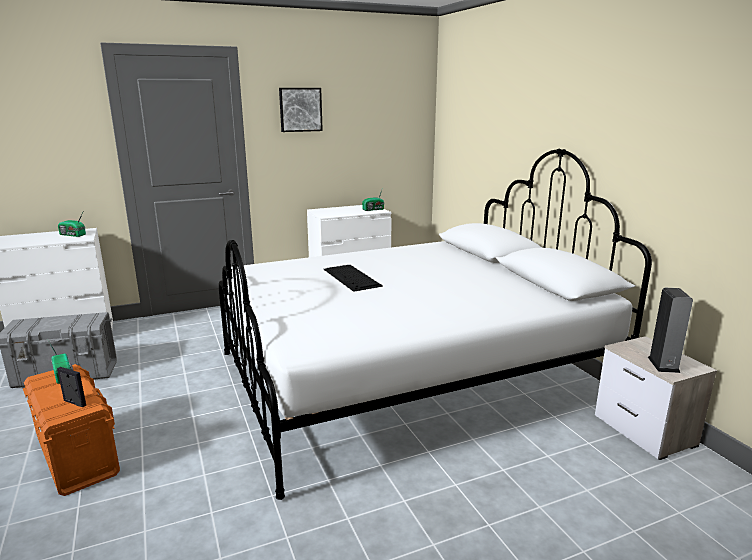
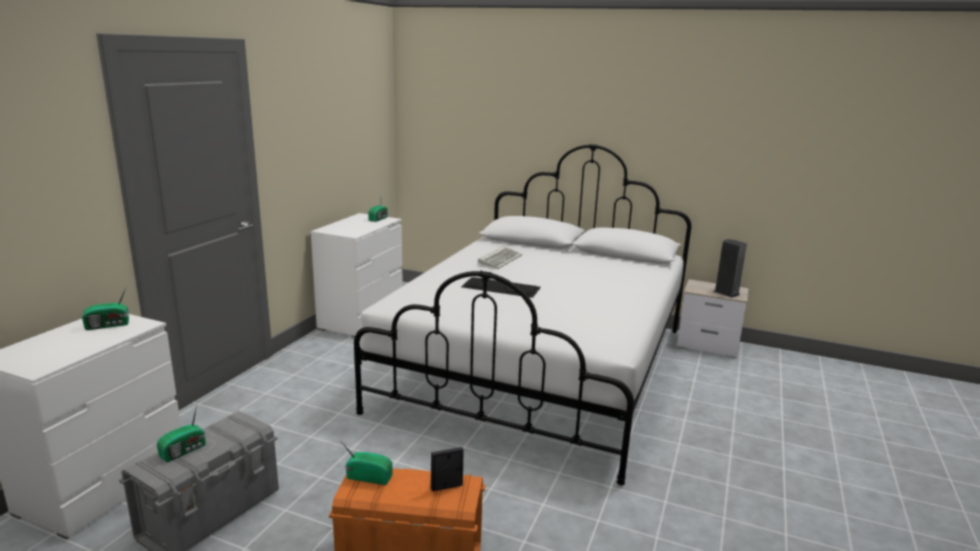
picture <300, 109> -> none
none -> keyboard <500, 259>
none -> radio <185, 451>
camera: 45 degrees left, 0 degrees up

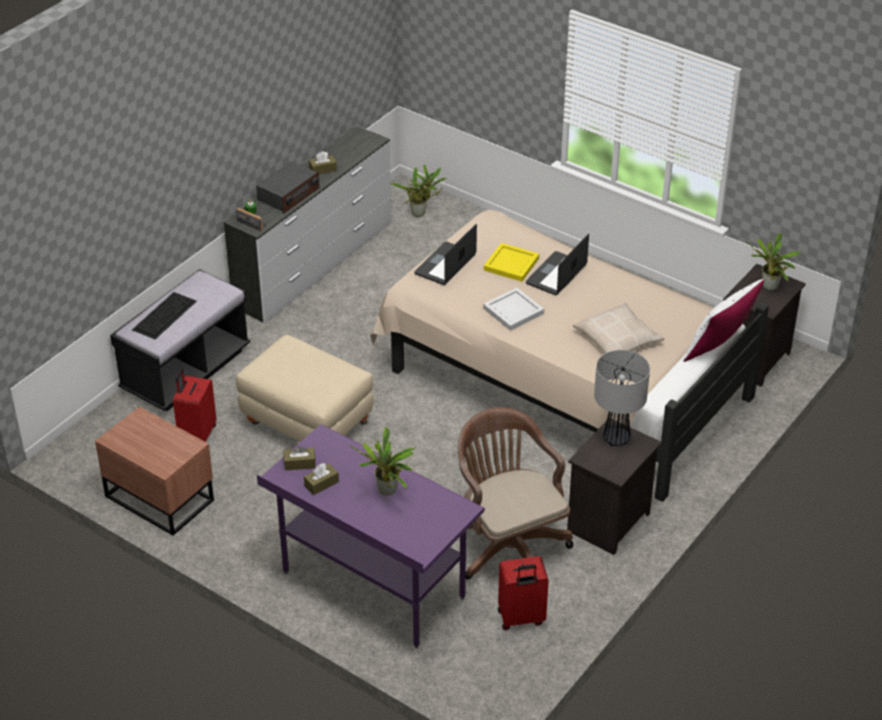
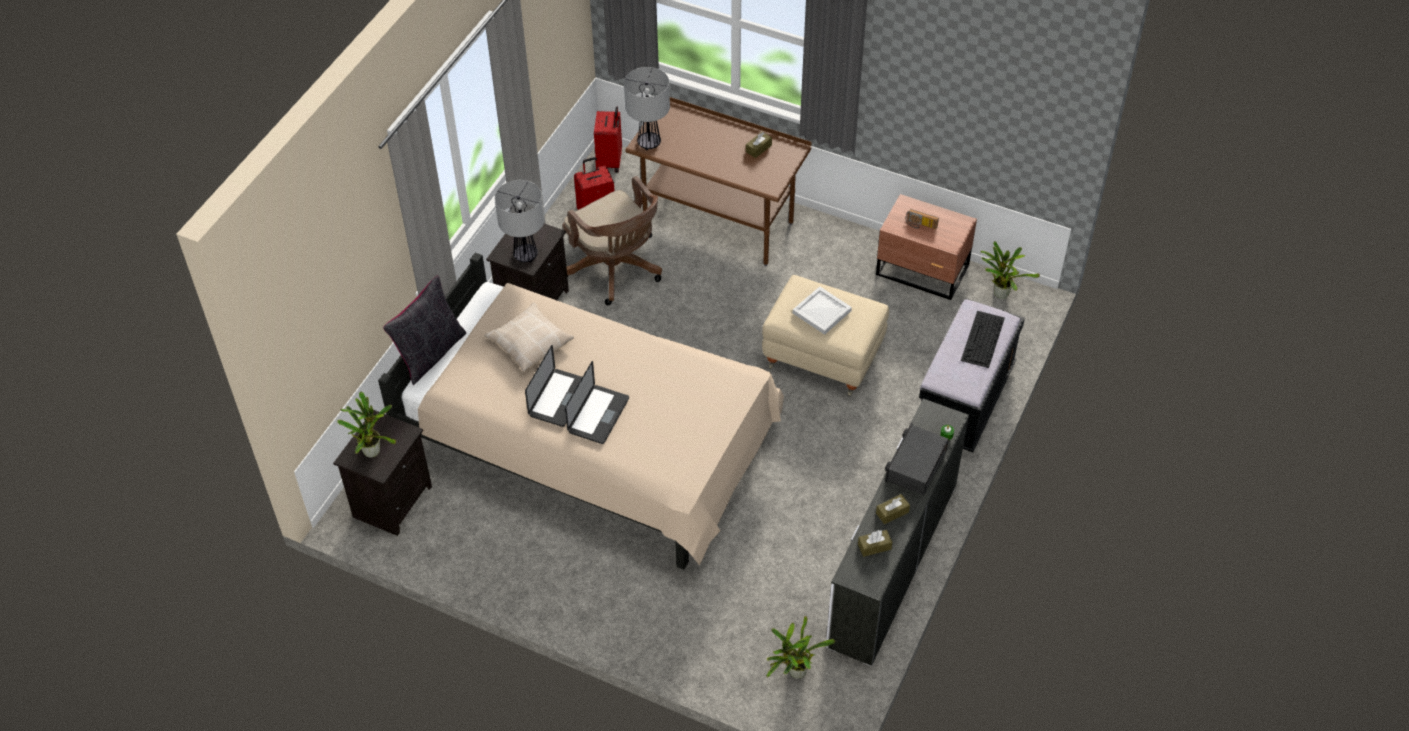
radio <252, 223> -> radio <920, 225>, shifted
portable computer <445, 265> -> portable computer <559, 398>, shifted
tray in yellow <512, 264> -> none
throw pillow in white <719, 348> -> throw pillow in black-coloured <430, 353>
tray in white <514, 311> -> tray in white <821, 312>, shifted
suitcase in red-coloured <197, 435> -> suitcase in red-coloured <610, 162>, shifted
desk in purplish <373, 586> -> desk in brown-coloured <718, 224>
plant in a pot <387, 492> -> plant in a pot <1000, 292>, shifted
box of tissues in brown-coloured <299, 463> -> box of tissues in brown-coloured <874, 546>, shifted
none -> lamp for a table <649, 143>
camera: 170 degrees right, 10 degrees up

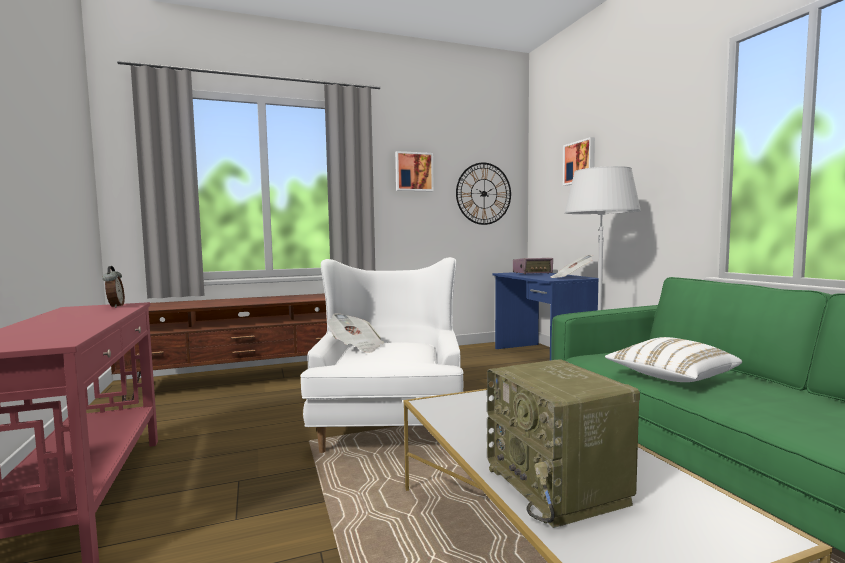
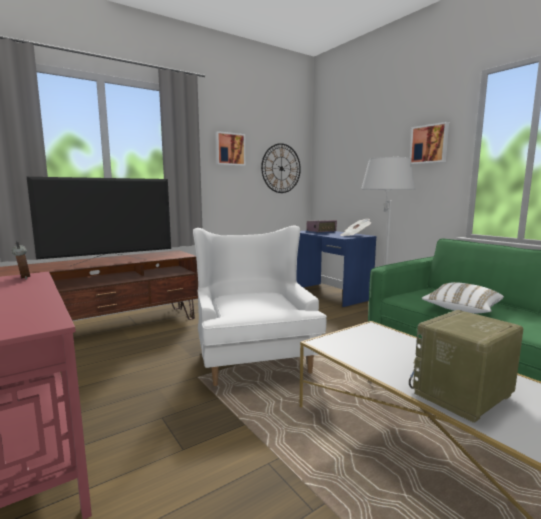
picture <580, 162> -> picture <429, 144>, shifted
newspaper <356, 347> -> none
radio <559, 486> -> radio <462, 396>, 90 degrees clockwise
none -> TV set <110, 263>
camera: 15 degrees left, 5 degrees up

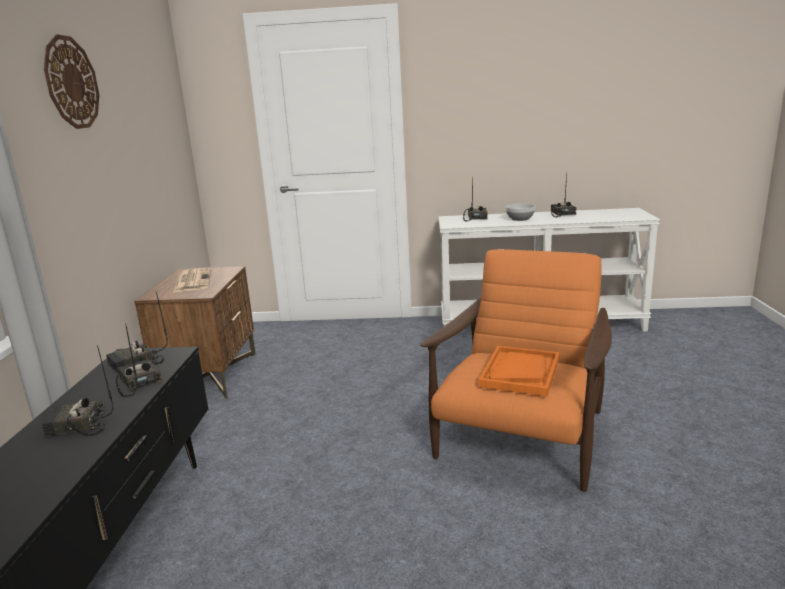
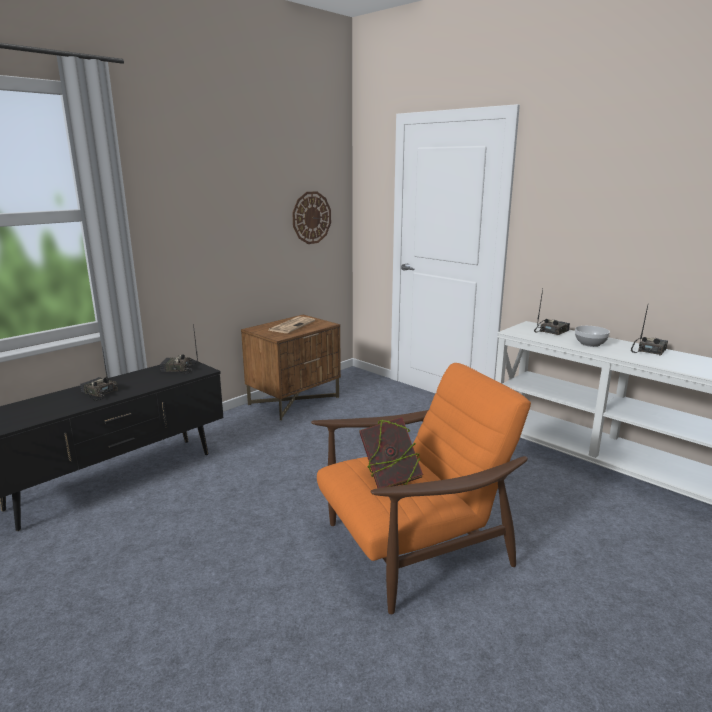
clock on the wall <71, 83> -> clock on the wall <311, 217>, shifted
radio <137, 383> -> none
tray in orange-coloured <520, 372> -> volume <390, 480>
camera: 40 degrees right, 0 degrees up

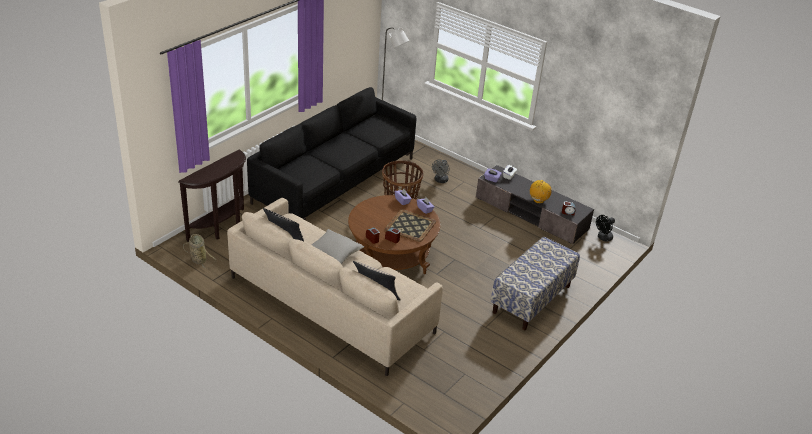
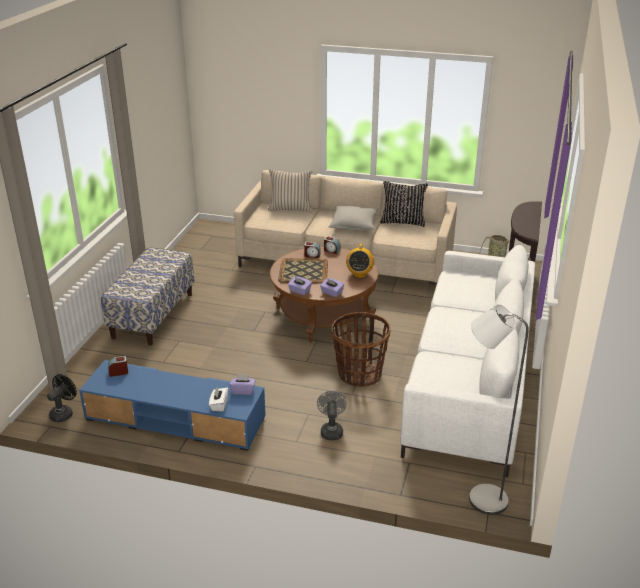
couch in black-coloured <335, 180> -> couch in white <469, 381>
tv stand in greyish <531, 214> -> tv stand in blue-coloured <175, 418>
radio <538, 200> -> radio <359, 274>, shifted
camera: 160 degrees right, 5 degrees down

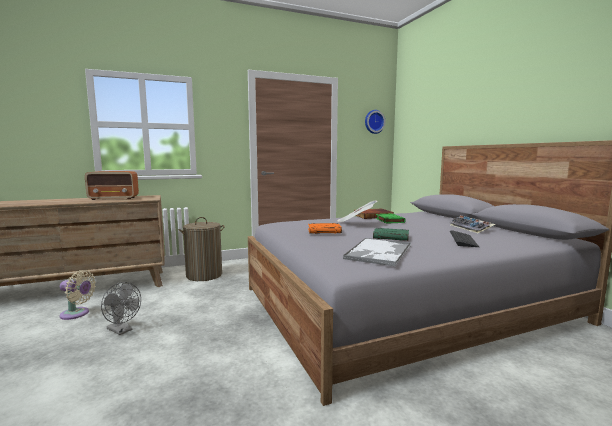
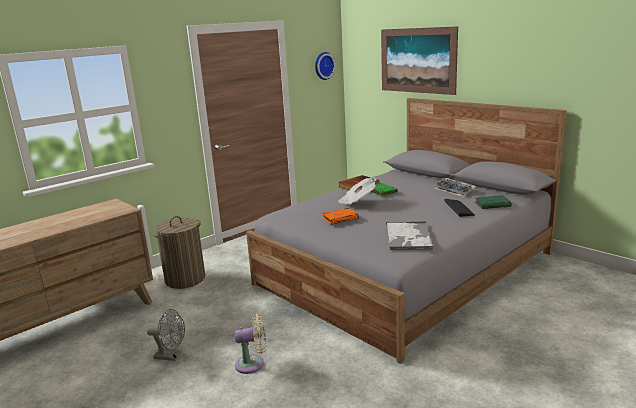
radio <114, 198> -> none
volume in green-coloured <391, 237> -> volume in green-coloured <492, 204>, shifted
electric fan in sand-coloured <77, 314> -> electric fan in sand-coloured <253, 364>, shifted
none -> picture <417, 60>
camera: 20 degrees left, 10 degrees up

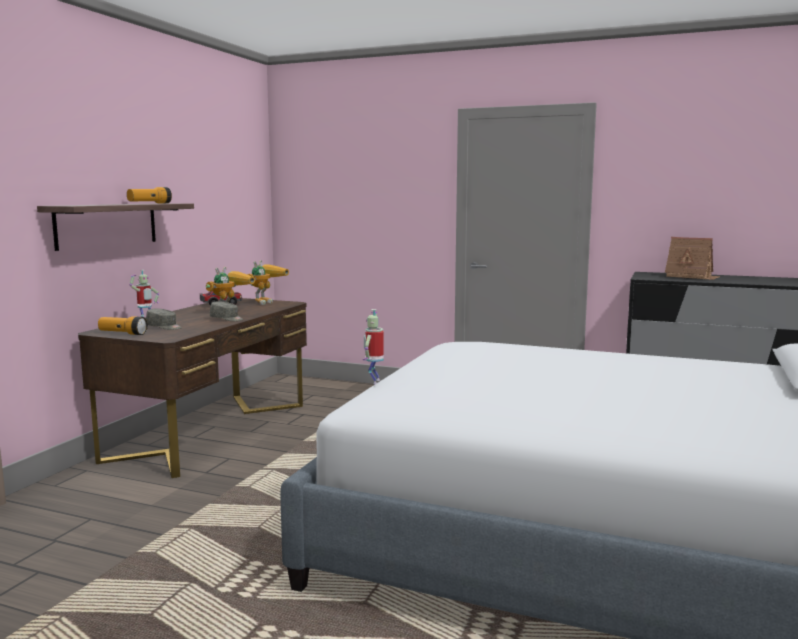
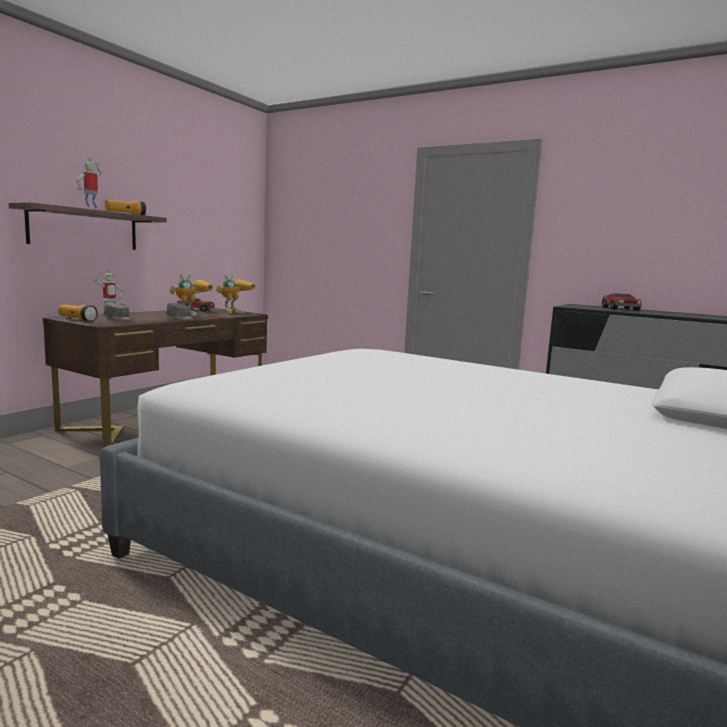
toy house <691, 276> -> model car <620, 309>
toy robot <374, 381> -> toy robot <91, 209>, shifted
camera: 10 degrees right, 0 degrees up

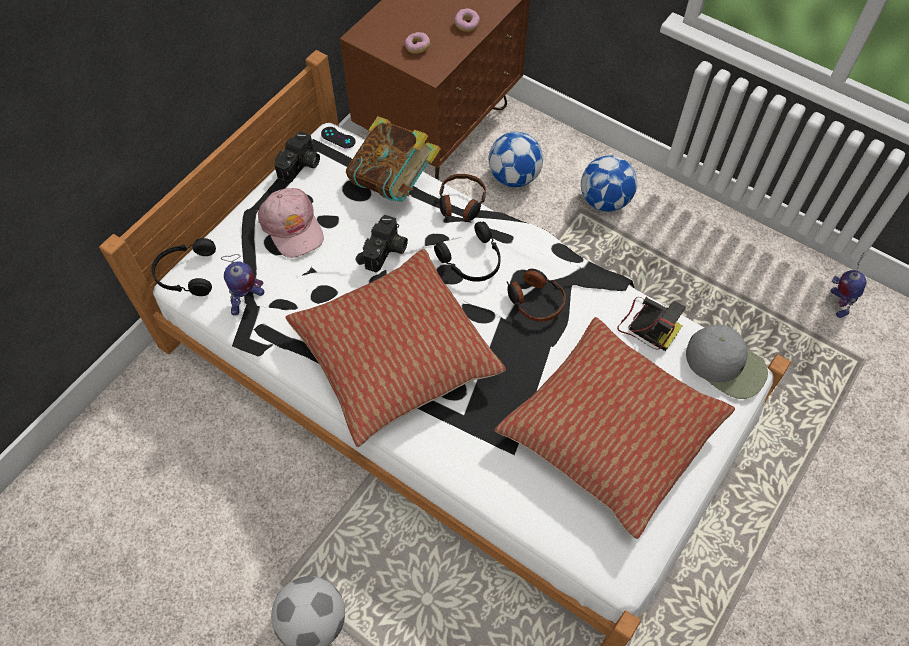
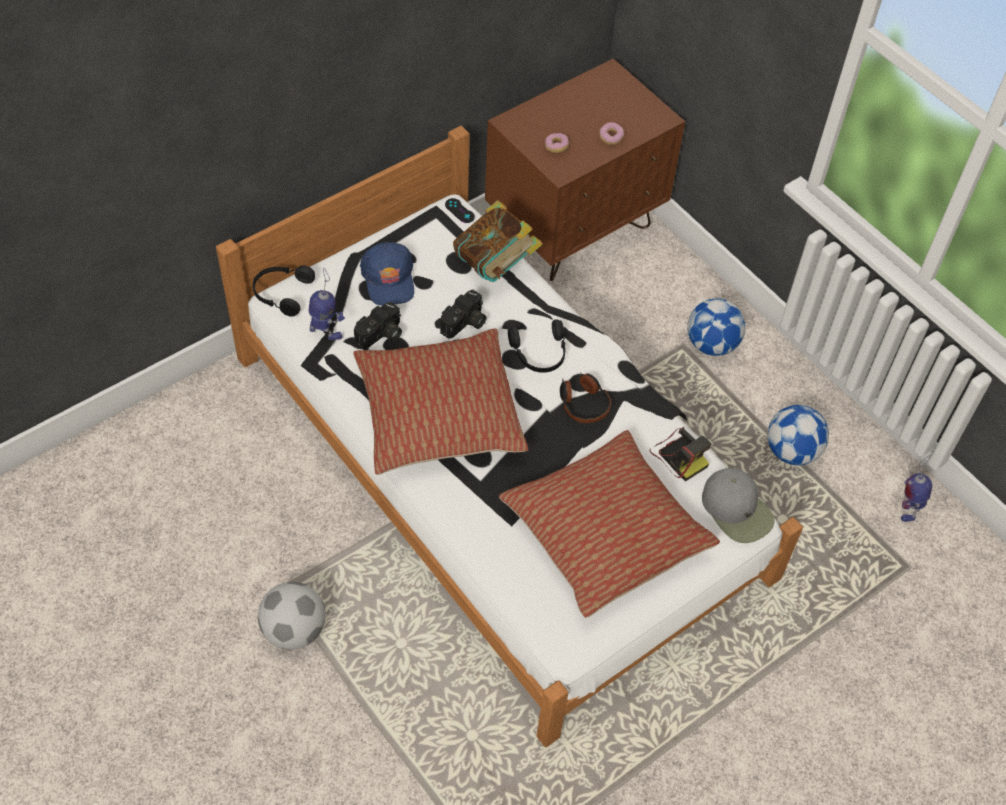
photo camera <301, 166> -> photo camera <381, 336>, shifted
football ball <514, 177> -> football ball <792, 451>, shifted
headset <461, 203> -> none
cap in pinkish <292, 227> -> cap in blue-coloured <389, 279>
toy robot <246, 301> -> toy robot <325, 331>, 120 degrees counterclockwise
camera: 15 degrees right, 5 degrees down

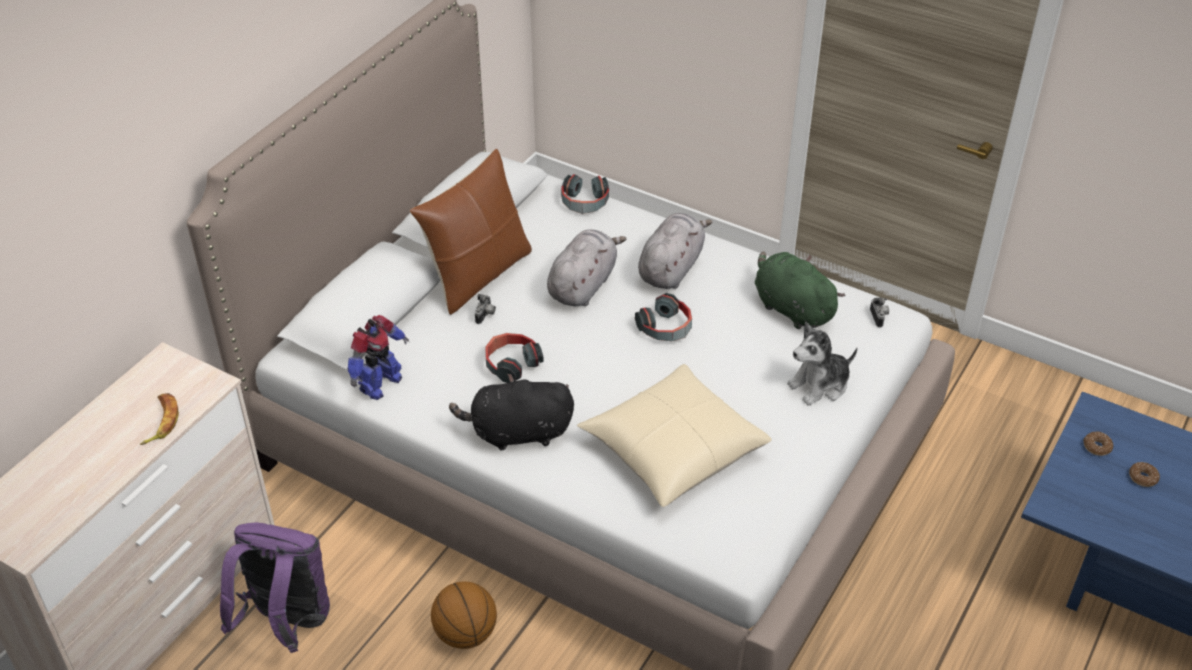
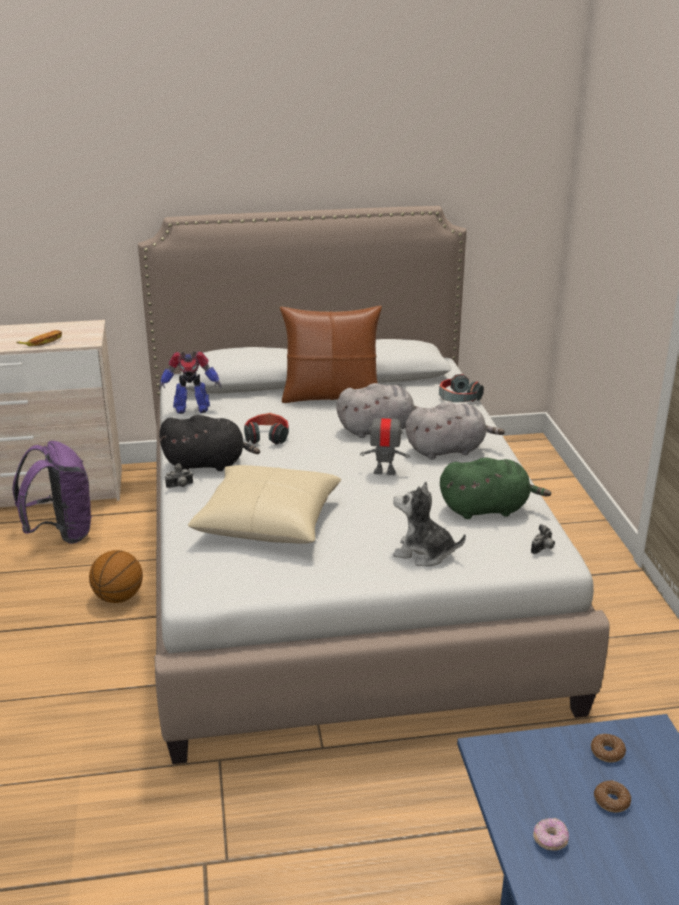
soft toy in green-coloured <791, 308> -> soft toy in green-coloured <487, 509>, 75 degrees clockwise
headset <666, 328> -> toy robot <384, 471>
photo camera <486, 315> -> photo camera <180, 486>, shifted
soft toy in black-coloured <517, 433> -> soft toy in black-coloured <208, 464>, 135 degrees clockwise
none -> donut <550, 840>
camera: 50 degrees right, 15 degrees down

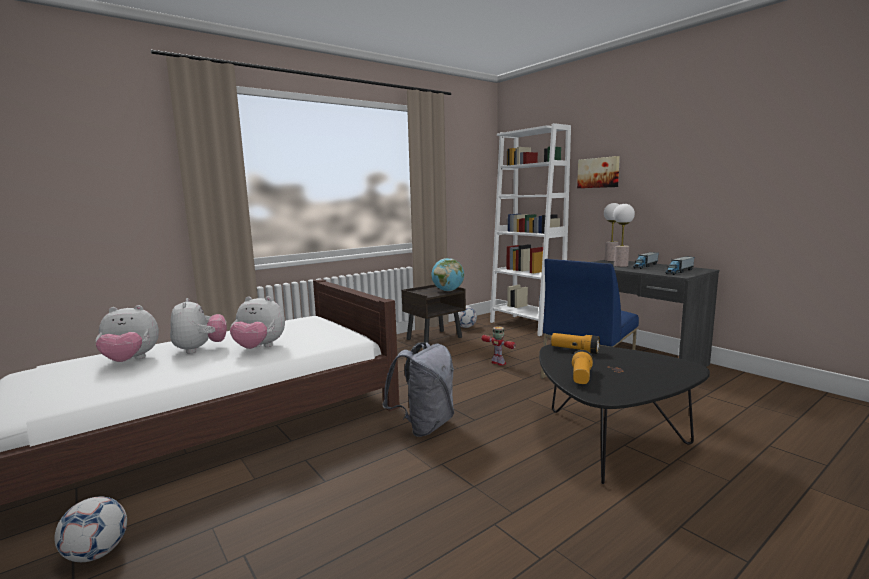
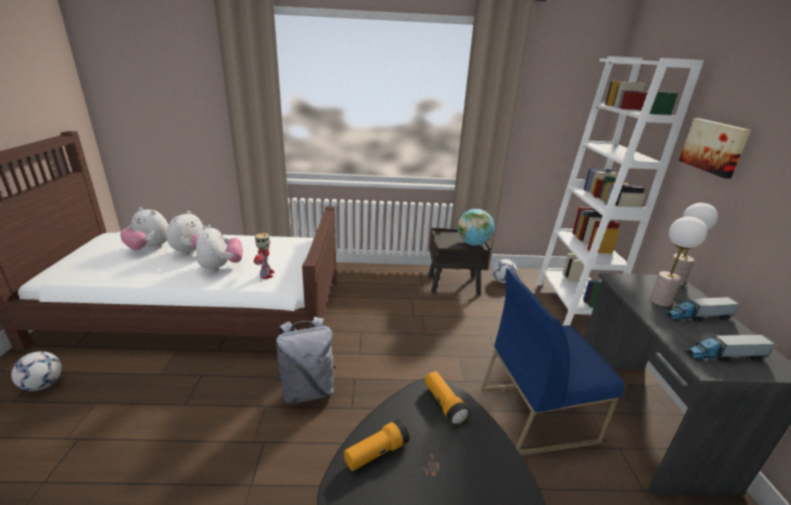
soft toy <259, 348> -> soft toy <221, 267>, 150 degrees counterclockwise
toy robot <498, 363> -> toy robot <266, 274>, shifted
camera: 35 degrees right, 15 degrees up

